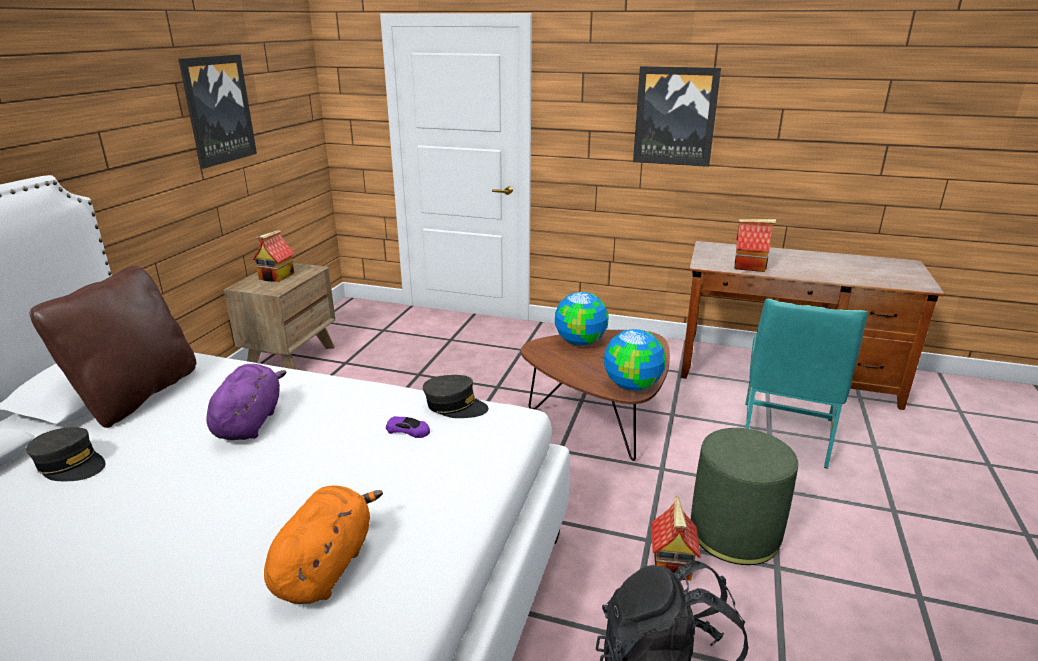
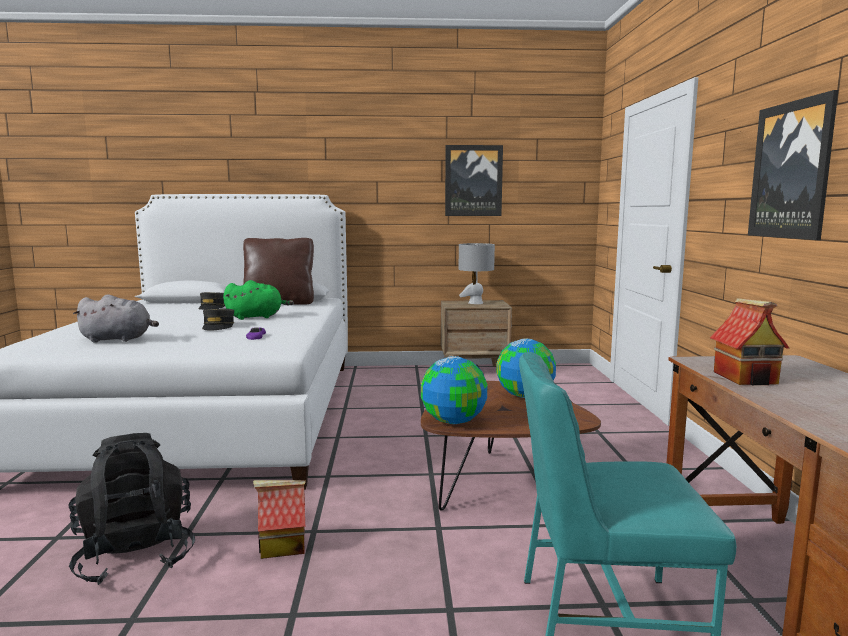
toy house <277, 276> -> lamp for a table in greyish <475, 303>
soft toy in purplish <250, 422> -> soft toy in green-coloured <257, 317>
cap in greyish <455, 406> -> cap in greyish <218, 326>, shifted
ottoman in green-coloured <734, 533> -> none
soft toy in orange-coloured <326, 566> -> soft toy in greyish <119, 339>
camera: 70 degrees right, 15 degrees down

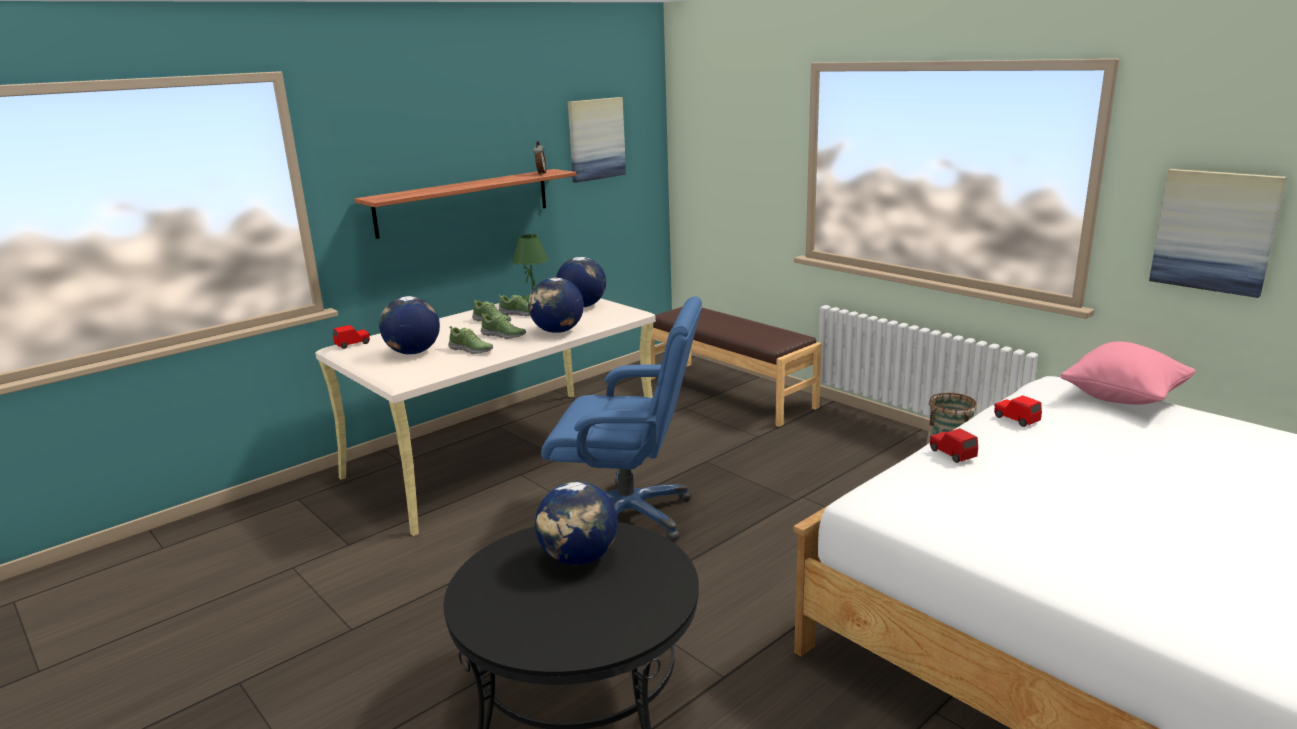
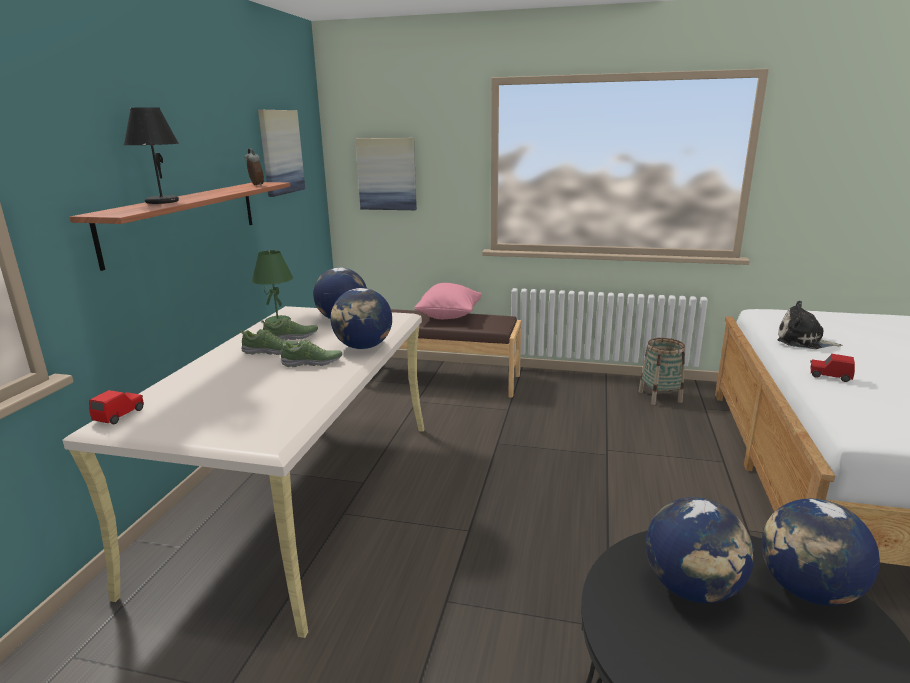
picture <1215, 231> -> picture <387, 174>, shifted
globe <413, 352> -> globe <808, 590>, shifted
desk chair in blue-coloured <629, 515> -> none
item of footwear <471, 350> -> none
throw pillow in pinkish <1123, 399> -> throw pillow in pinkish <449, 316>, shifted
model car in red-coloured <1016, 419> -> soft toy <803, 341>
none -> lamp for a table in black-coloured <161, 202>
camera: 35 degrees left, 0 degrees up

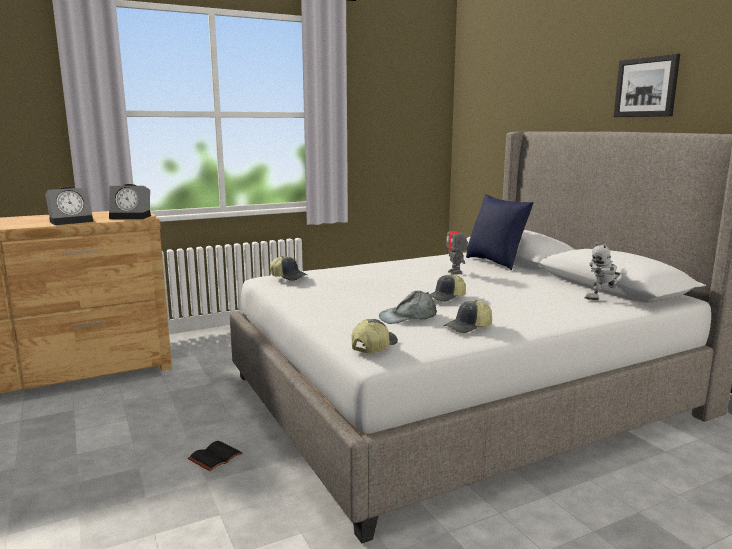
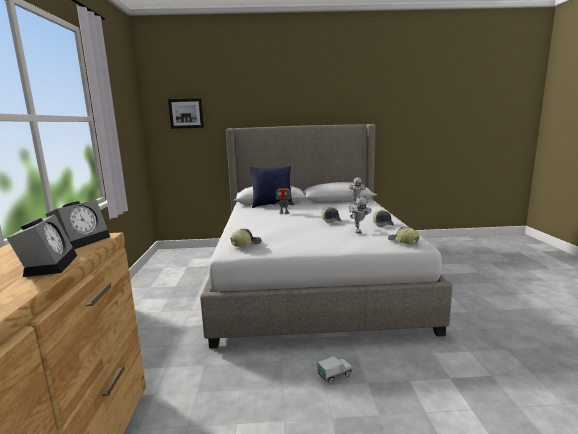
picture <646, 87> -> picture <186, 113>, shifted
cap in greyish <408, 317> -> toy robot <358, 231>
volume in black-coloured <215, 456> -> model truck <334, 375>
camera: 65 degrees left, 0 degrees up

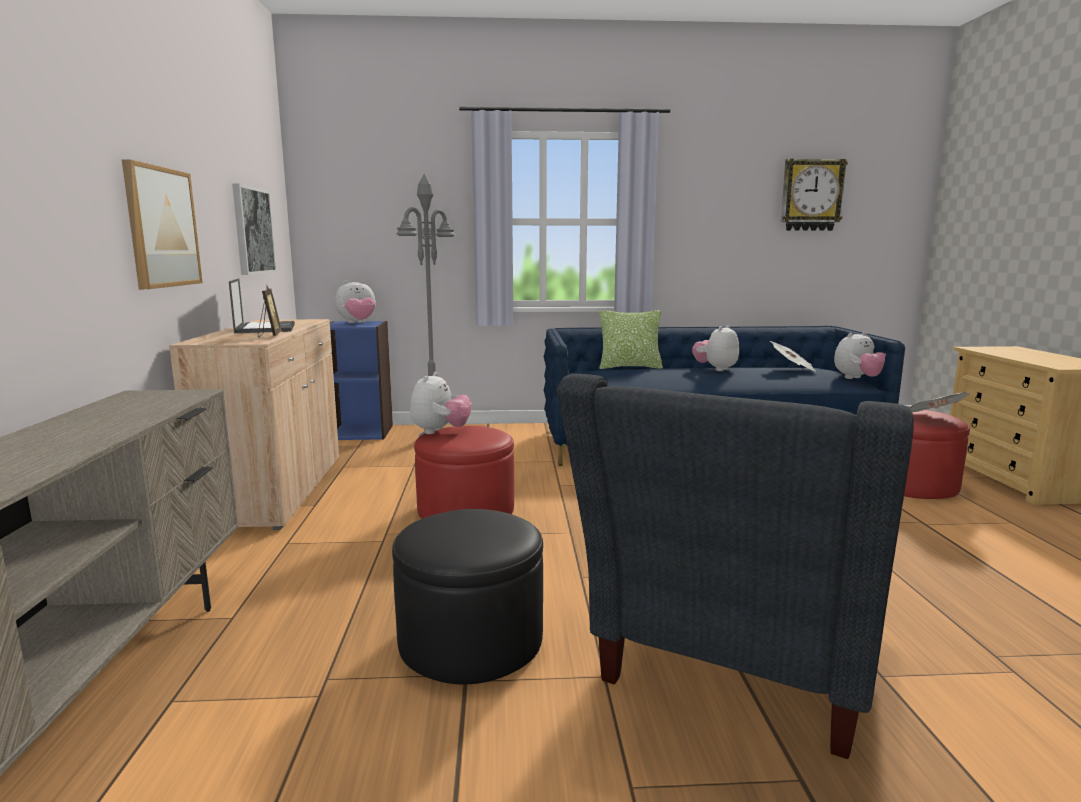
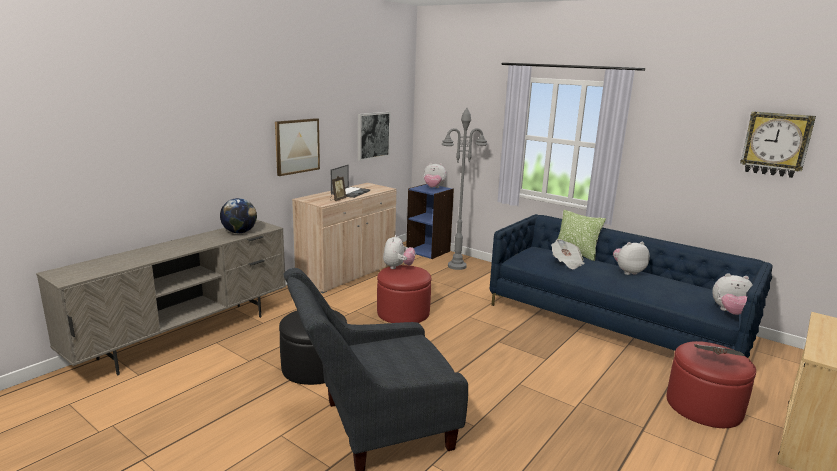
newspaper <792, 368> -> newspaper <566, 263>, shifted
soft toy <440, 432> -> soft toy <398, 267>, 45 degrees counterclockwise
none -> globe <239, 232>
camera: 40 degrees right, 5 degrees up

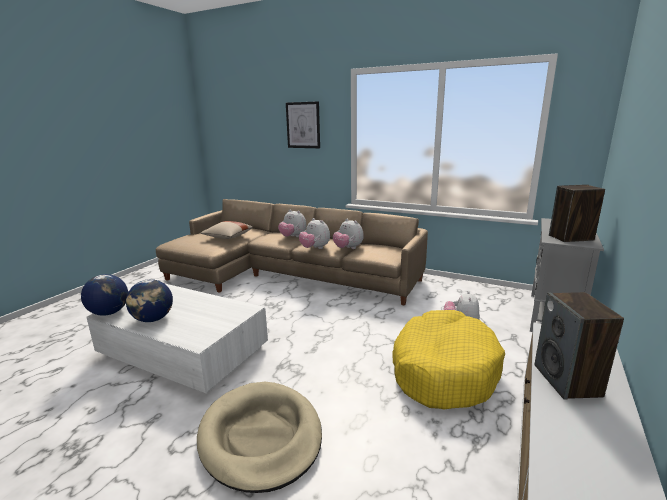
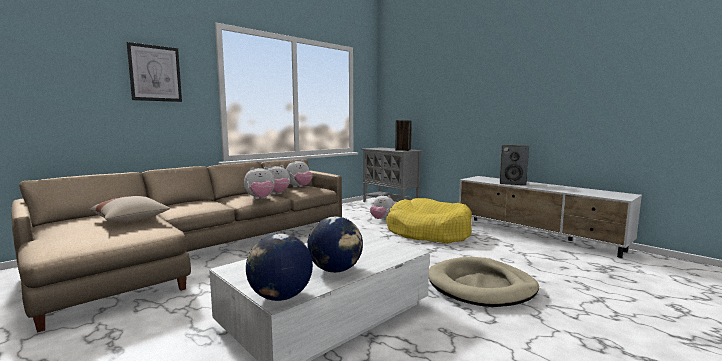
soft toy <293, 237> -> soft toy <299, 187>, shifted
camera: 70 degrees left, 10 degrees down

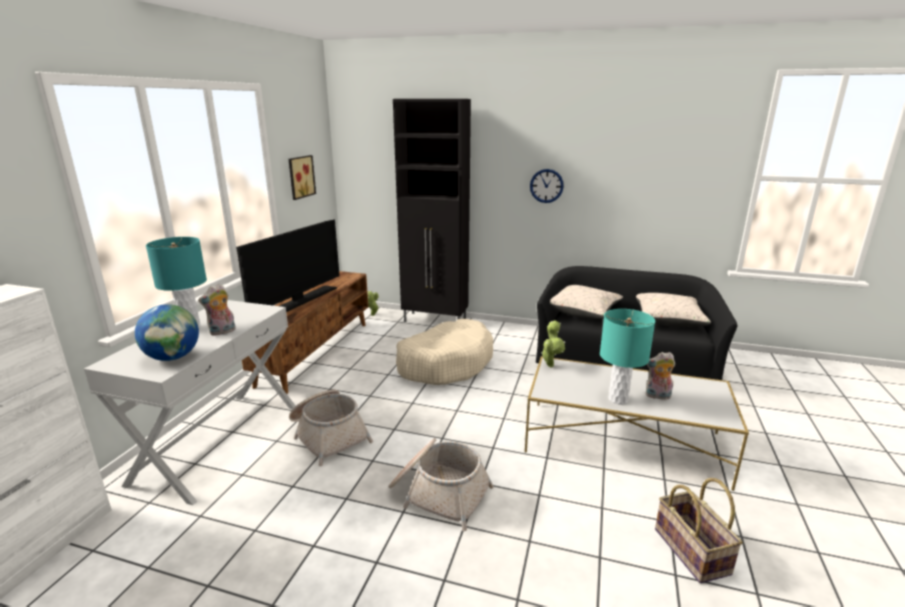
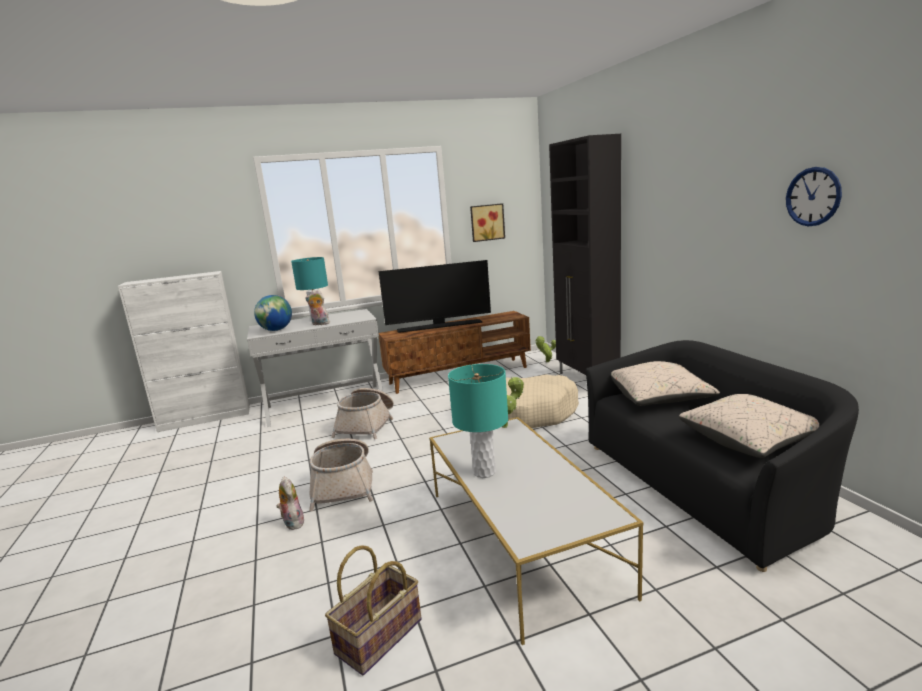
clock on the wall <546, 186> -> clock on the wall <813, 196>, shifted
soft toy <657, 396> -> soft toy <292, 523>, shifted
camera: 55 degrees right, 5 degrees down

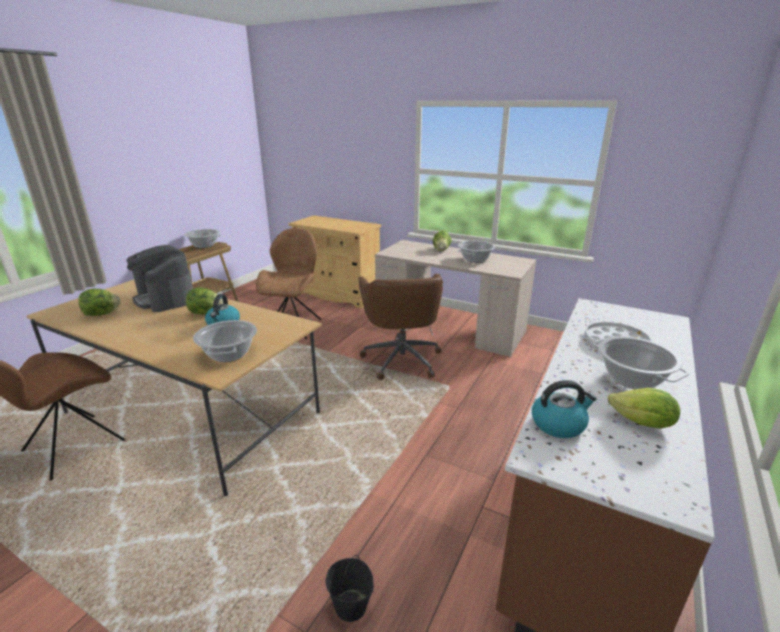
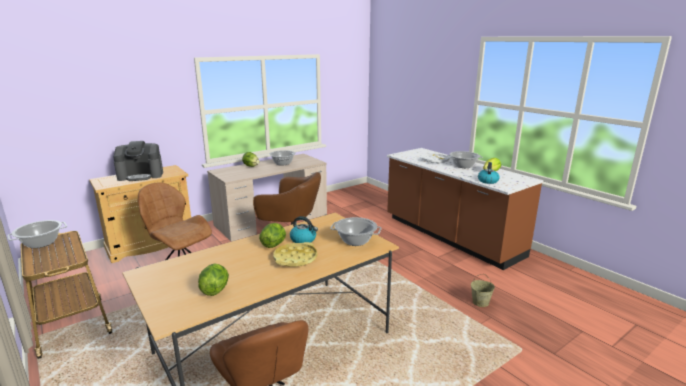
coffee machine <165, 298> -> coffee machine <141, 175>, shifted
water bucket in black-coloured <351, 606> -> water bucket in sand-coloured <480, 302>
none -> tray in yellow <295, 258>
camera: 65 degrees left, 5 degrees down

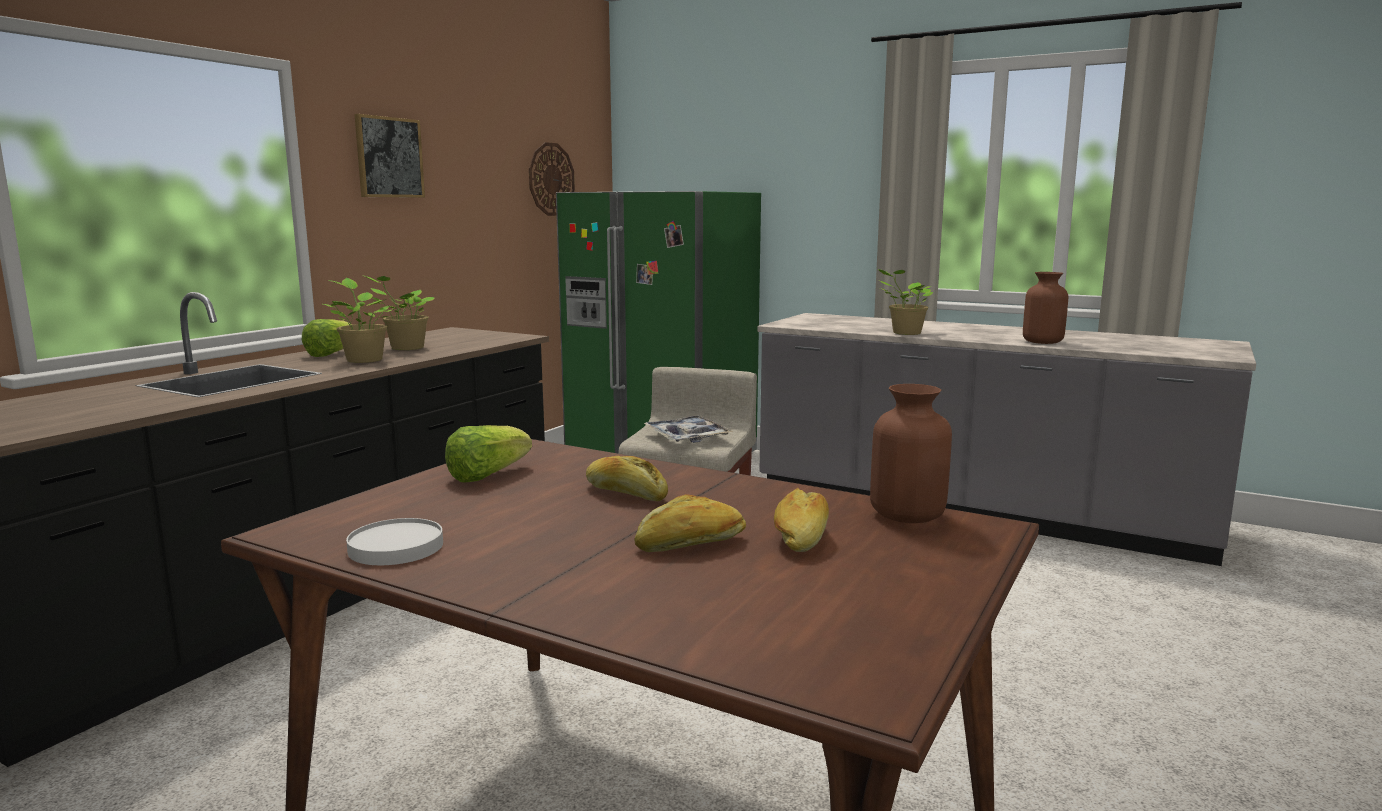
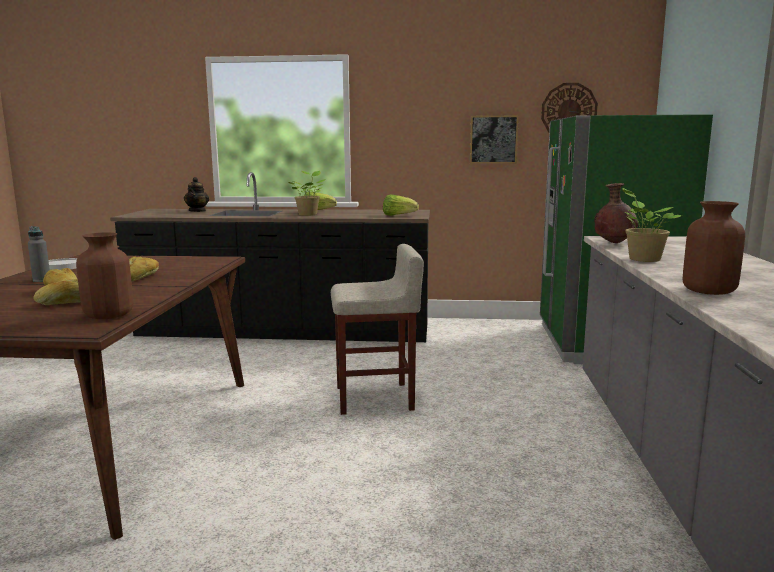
picture <389, 157> -> picture <493, 139>, shifted
plant in a pot <404, 348> -> none
tray <687, 437> -> none
head of lettuce <487, 475> -> head of lettuce <398, 215>, shifted
none -> tea pot <197, 211>
none -> flower vase in brown-coloured <613, 243>
none -> beverage bottle in greyish <41, 280>
camera: 65 degrees right, 0 degrees up

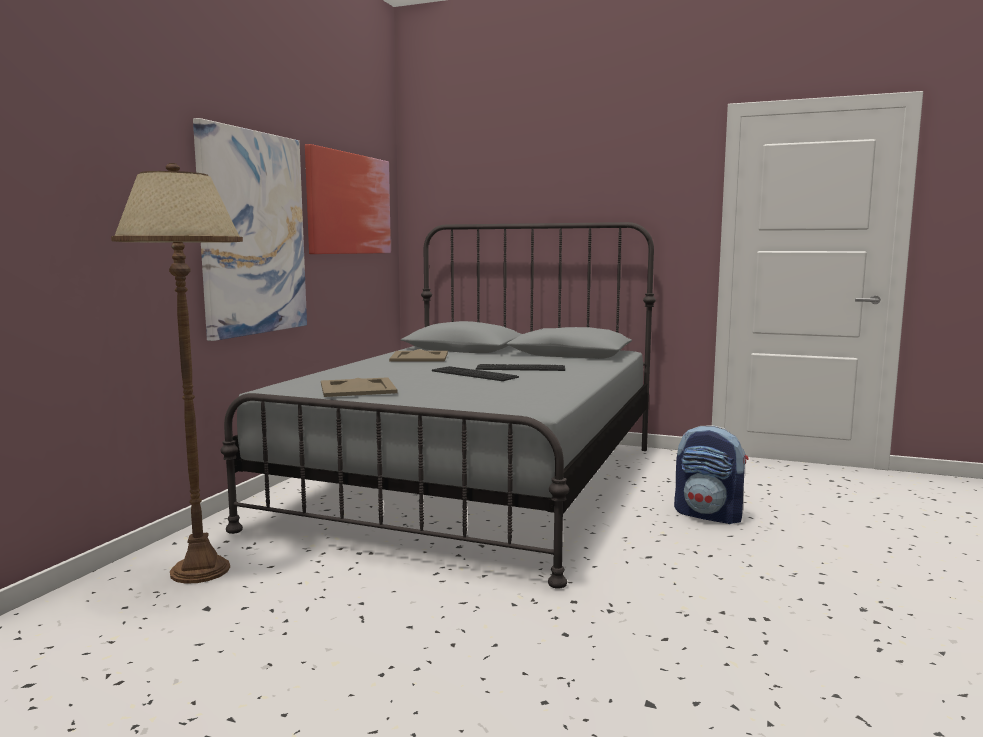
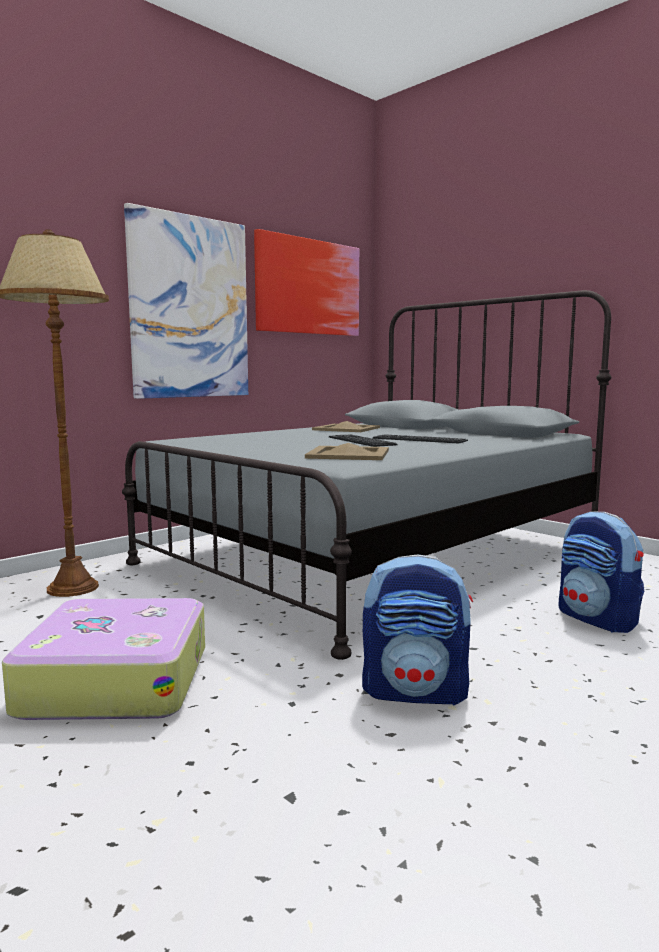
tray in sand-coloured <358, 388> -> tray in sand-coloured <349, 454>, shifted
none -> rucksack <416, 692>
none -> suitcase <116, 680>
camera: 25 degrees right, 0 degrees up

